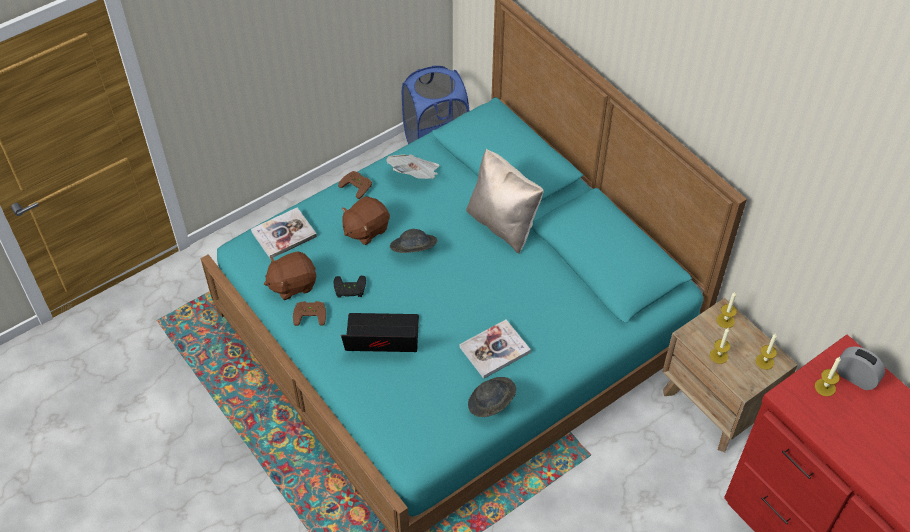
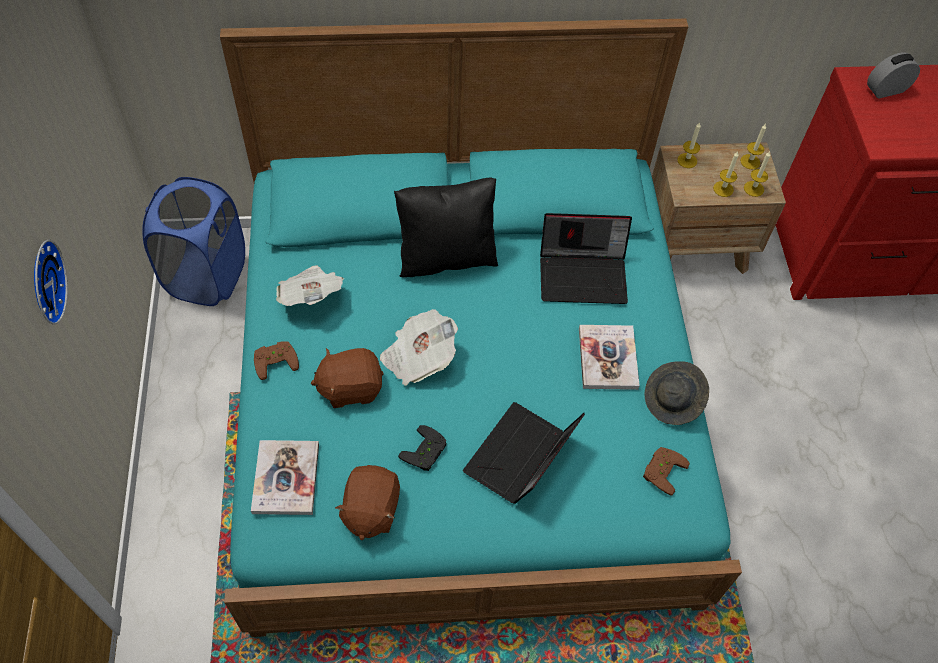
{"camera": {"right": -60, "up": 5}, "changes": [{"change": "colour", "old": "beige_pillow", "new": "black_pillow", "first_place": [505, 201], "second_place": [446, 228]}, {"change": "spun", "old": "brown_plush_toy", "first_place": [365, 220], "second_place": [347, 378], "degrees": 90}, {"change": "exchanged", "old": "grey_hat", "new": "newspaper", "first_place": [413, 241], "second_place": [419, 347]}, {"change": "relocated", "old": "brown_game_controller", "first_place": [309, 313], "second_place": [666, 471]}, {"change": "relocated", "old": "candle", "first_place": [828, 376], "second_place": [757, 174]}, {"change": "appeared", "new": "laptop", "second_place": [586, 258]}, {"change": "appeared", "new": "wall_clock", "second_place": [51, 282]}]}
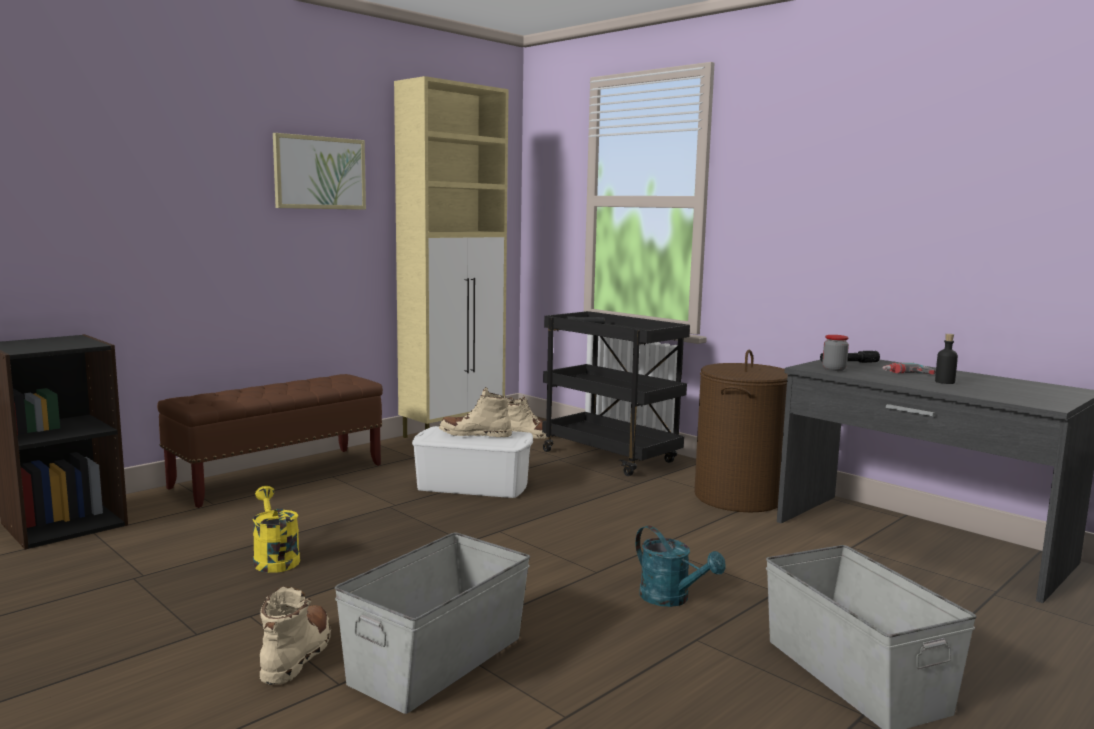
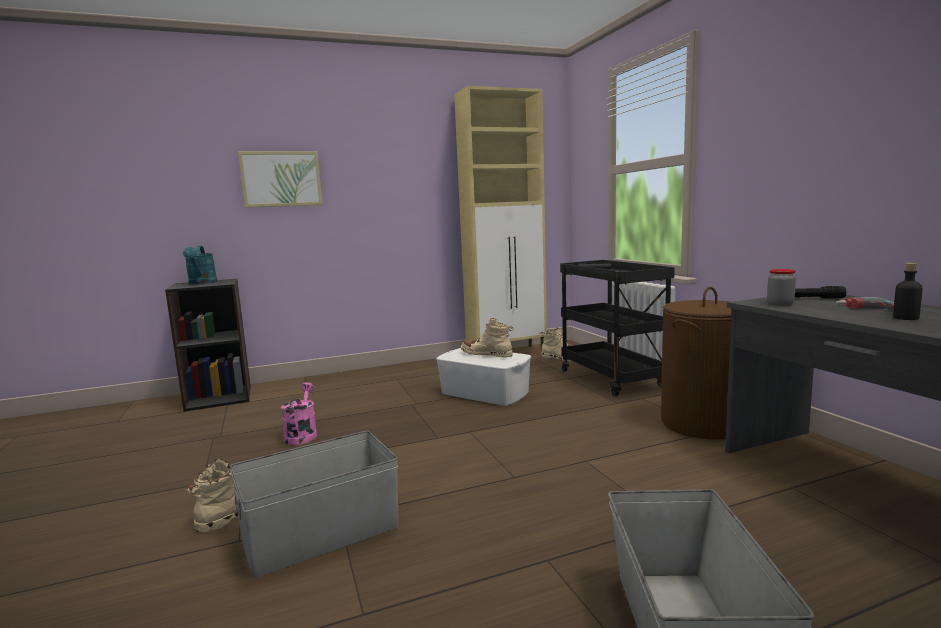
{"camera": {"right": 25, "up": 0}, "changes": [{"change": "relocated", "old": "picture", "first_place": [319, 171], "second_place": [280, 179]}, {"change": "missing", "old": "brown_bench", "first_place": [270, 441]}, {"change": "colour", "old": "yellow_watering_can", "new": "pink_watering_can", "first_place": [276, 529], "second_place": [299, 413]}, {"change": "relocated", "old": "turquoise_watering_can", "first_place": [680, 566], "second_place": [200, 265]}]}
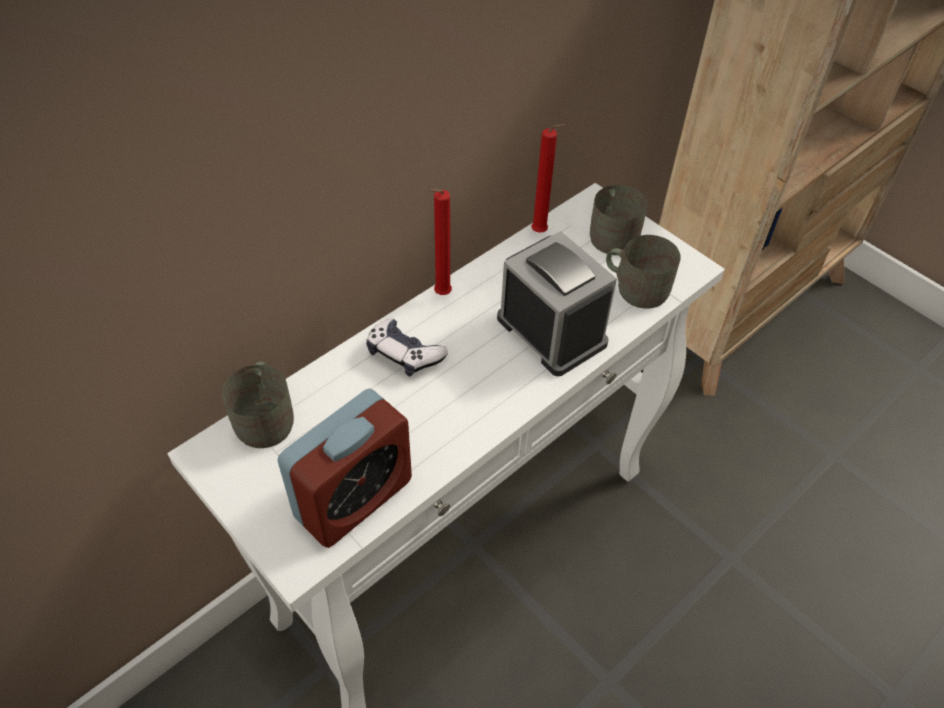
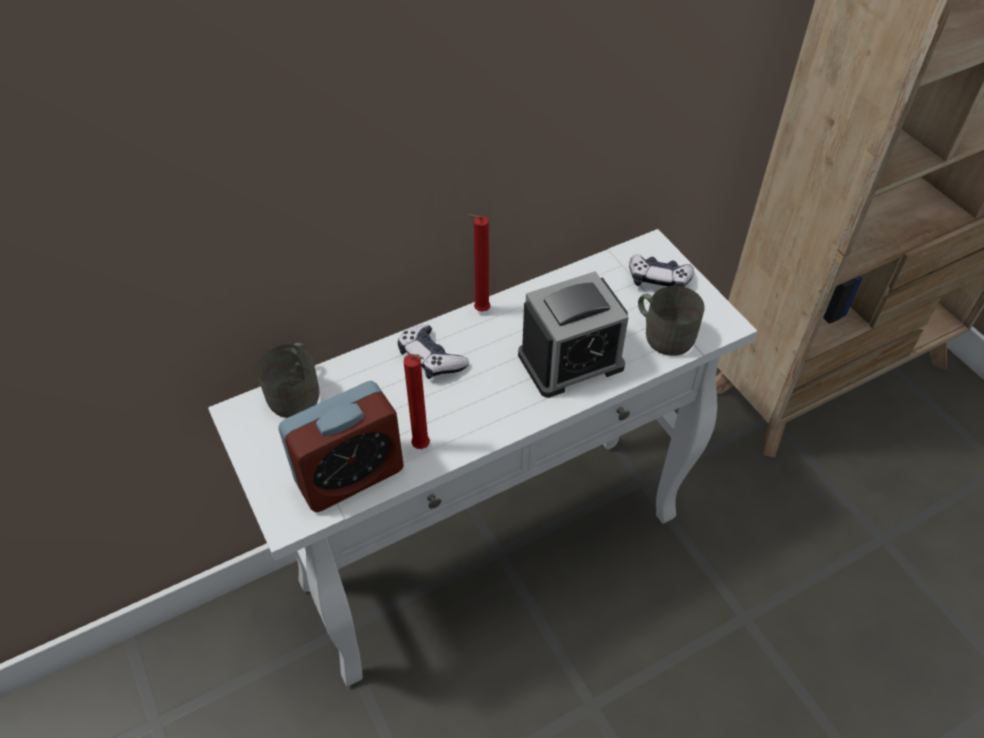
{"camera": {"right": 15, "up": 0}, "changes": [{"change": "relocated", "old": "red_candle", "first_place": [548, 178], "second_place": [417, 401]}, {"change": "exchanged", "old": "grey_mug", "new": "game_controller", "first_place": [619, 220], "second_place": [661, 270]}, {"change": "spun", "old": "alarm_clock", "first_place": [557, 303], "second_place": [573, 334], "degrees": 90}]}
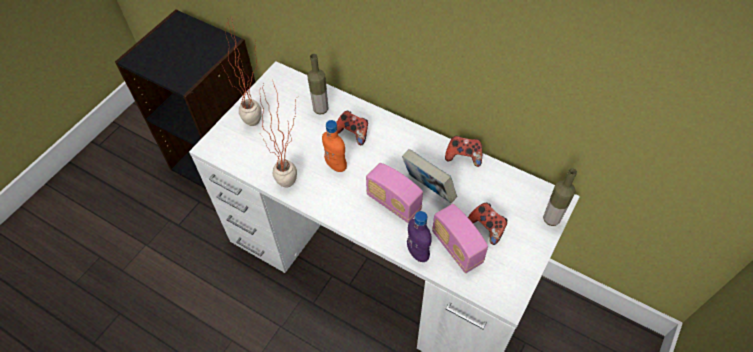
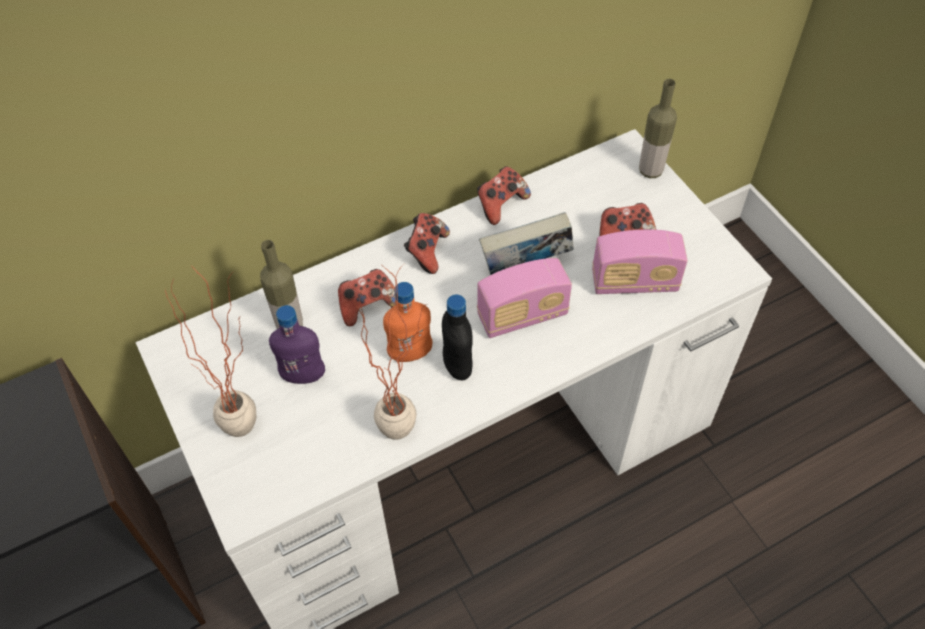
{"camera": {"right": -60, "up": 0}, "changes": [{"change": "relocated", "old": "purple_bottle", "first_place": [419, 236], "second_place": [297, 344]}, {"change": "appeared", "new": "game_controller", "second_place": [427, 243]}, {"change": "appeared", "new": "black_bottle", "second_place": [457, 337]}]}
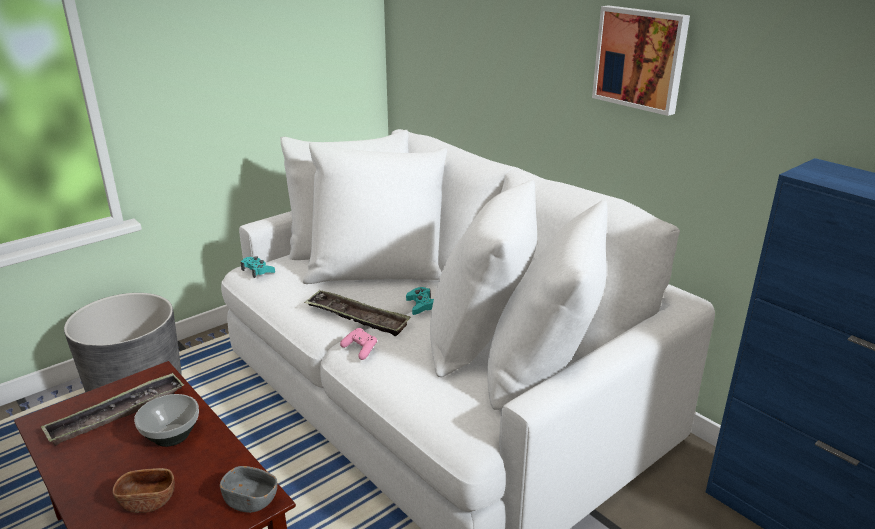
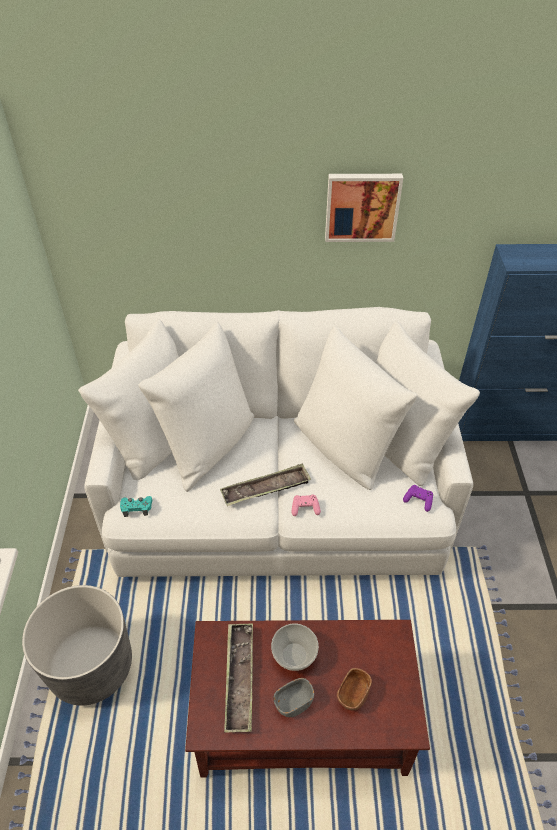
{"camera": {"right": -50, "up": 20}, "changes": [{"change": "missing", "old": "turquoise_game_controller", "first_place": [420, 301]}, {"change": "relocated", "old": "grey_bowl", "first_place": [248, 489], "second_place": [293, 697]}, {"change": "appeared", "new": "purple_game_controller", "second_place": [418, 498]}]}
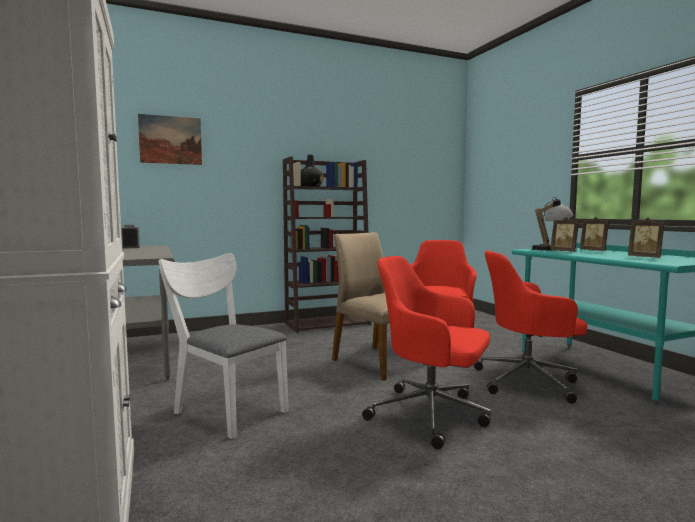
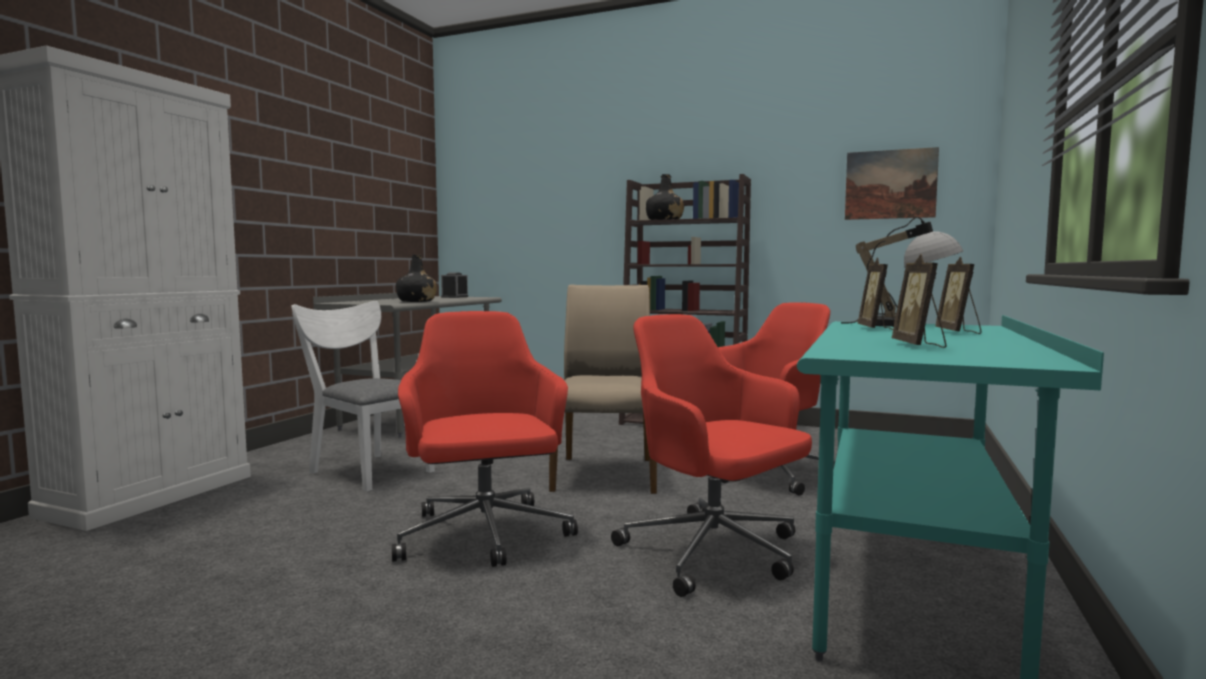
{"camera": {"right": 45, "up": 0}, "changes": [{"change": "relocated", "old": "picture", "first_place": [170, 139], "second_place": [892, 183]}, {"change": "spun", "old": "white_chair", "first_place": [224, 346], "second_place": [363, 396], "degrees": -45}, {"change": "appeared", "new": "black_bottle", "second_place": [416, 278]}]}
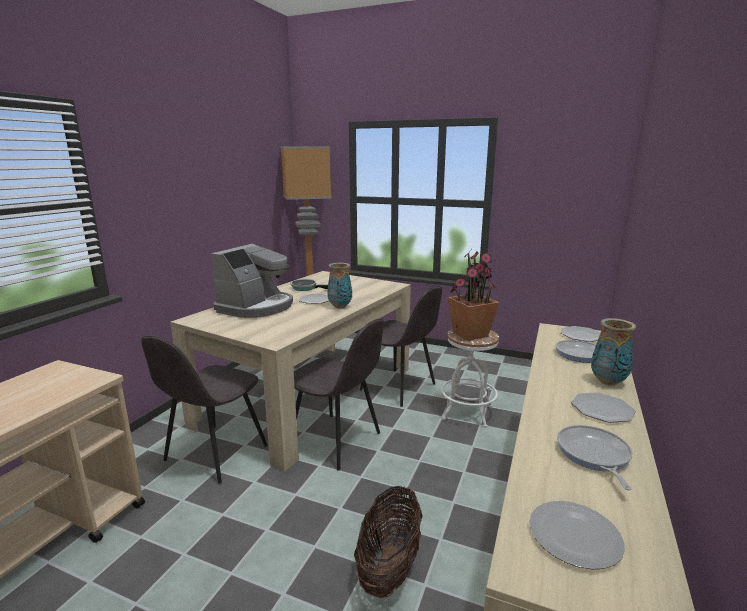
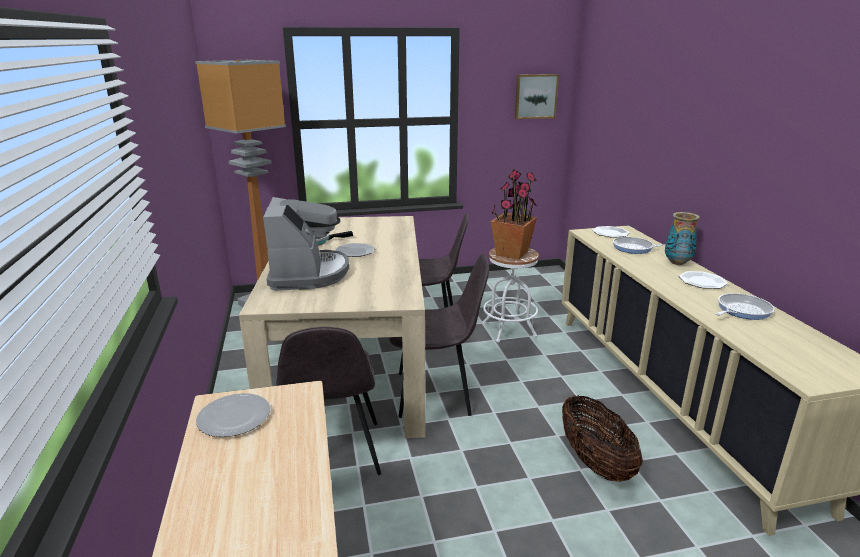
{"camera": {"right": -35, "up": 5}, "changes": [{"change": "missing", "old": "vase", "first_place": [339, 286]}, {"change": "spun", "old": "frying_pan", "first_place": [595, 457], "second_place": [745, 306], "degrees": 90}, {"change": "relocated", "old": "plate", "first_place": [577, 535], "second_place": [233, 415]}, {"change": "appeared", "new": "picture", "second_place": [537, 96]}]}
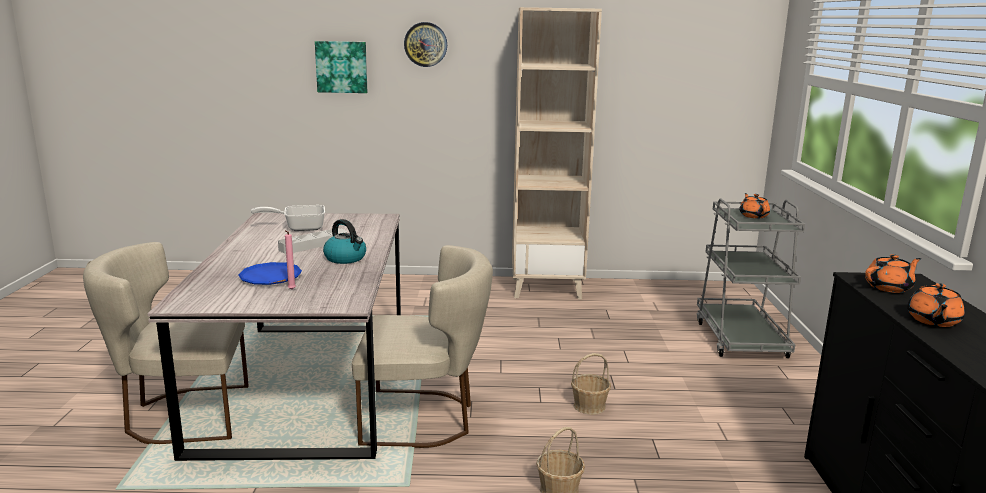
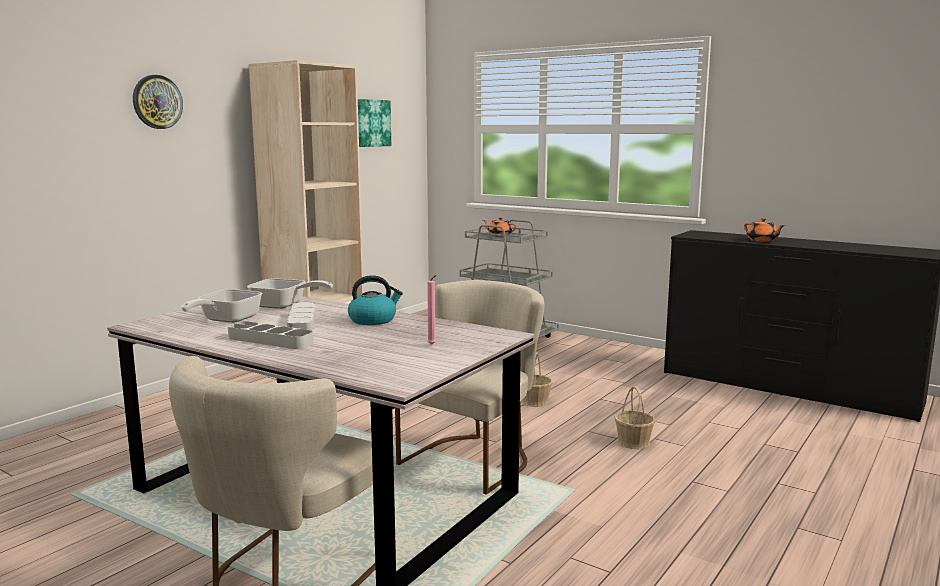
{"camera": {"right": -55, "up": -5}, "changes": [{"change": "relocated", "old": "picture", "first_place": [341, 67], "second_place": [374, 123]}, {"change": "missing", "old": "orange_teapot", "first_place": [893, 273]}, {"change": "missing", "old": "blue_plate", "first_place": [270, 273]}, {"change": "appeared", "new": "frying_pan", "second_place": [290, 293]}, {"change": "appeared", "new": "grey_tray", "second_place": [271, 335]}]}
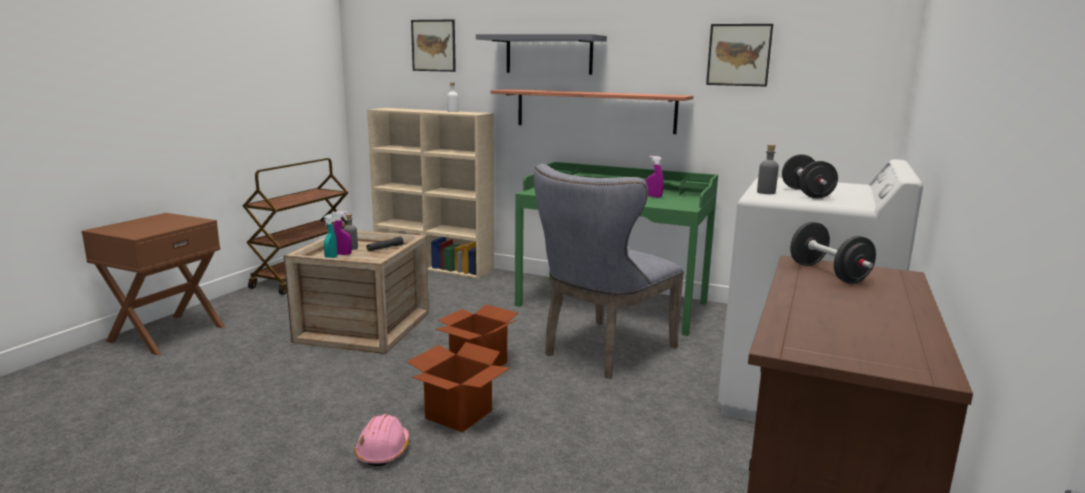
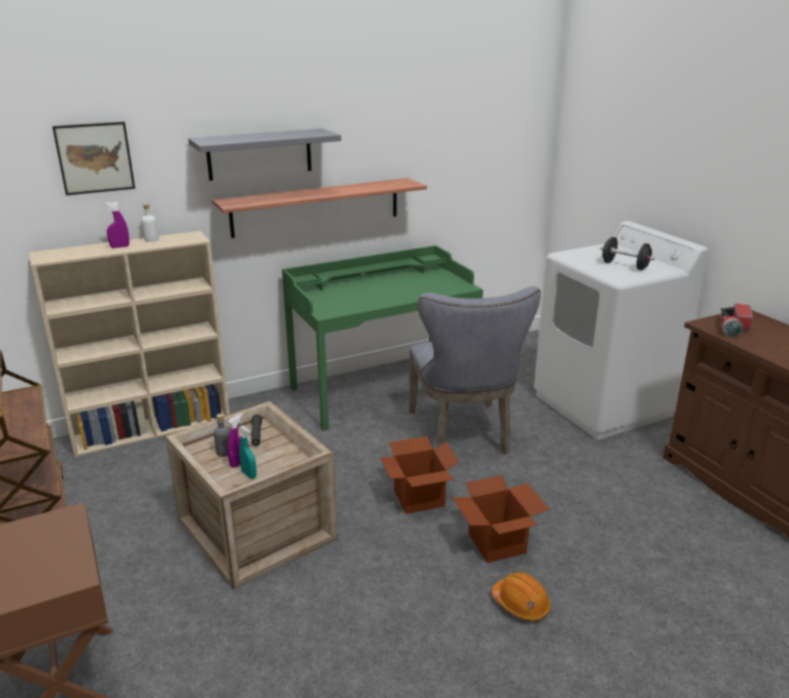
{"camera": {"right": -50, "up": 10}, "changes": [{"change": "missing", "old": "picture", "first_place": [739, 55]}, {"change": "missing", "old": "grey_bottle", "first_place": [768, 169]}, {"change": "relocated", "old": "purple_spray_bottle", "first_place": [655, 177], "second_place": [116, 225]}, {"change": "exchanged", "old": "black_dumbbell", "new": "flashlight", "first_place": [833, 253], "second_place": [736, 320]}, {"change": "colour", "old": "pink_hard_hat", "new": "orange_hard_hat", "first_place": [382, 440], "second_place": [521, 596]}]}
